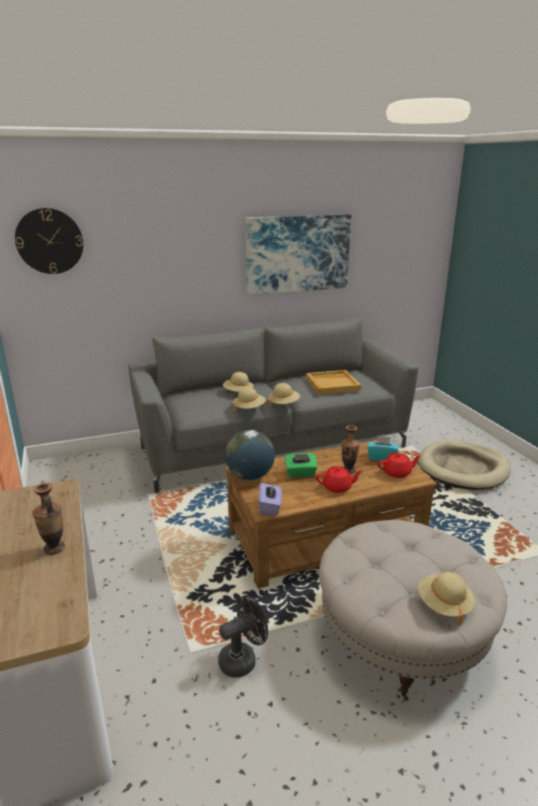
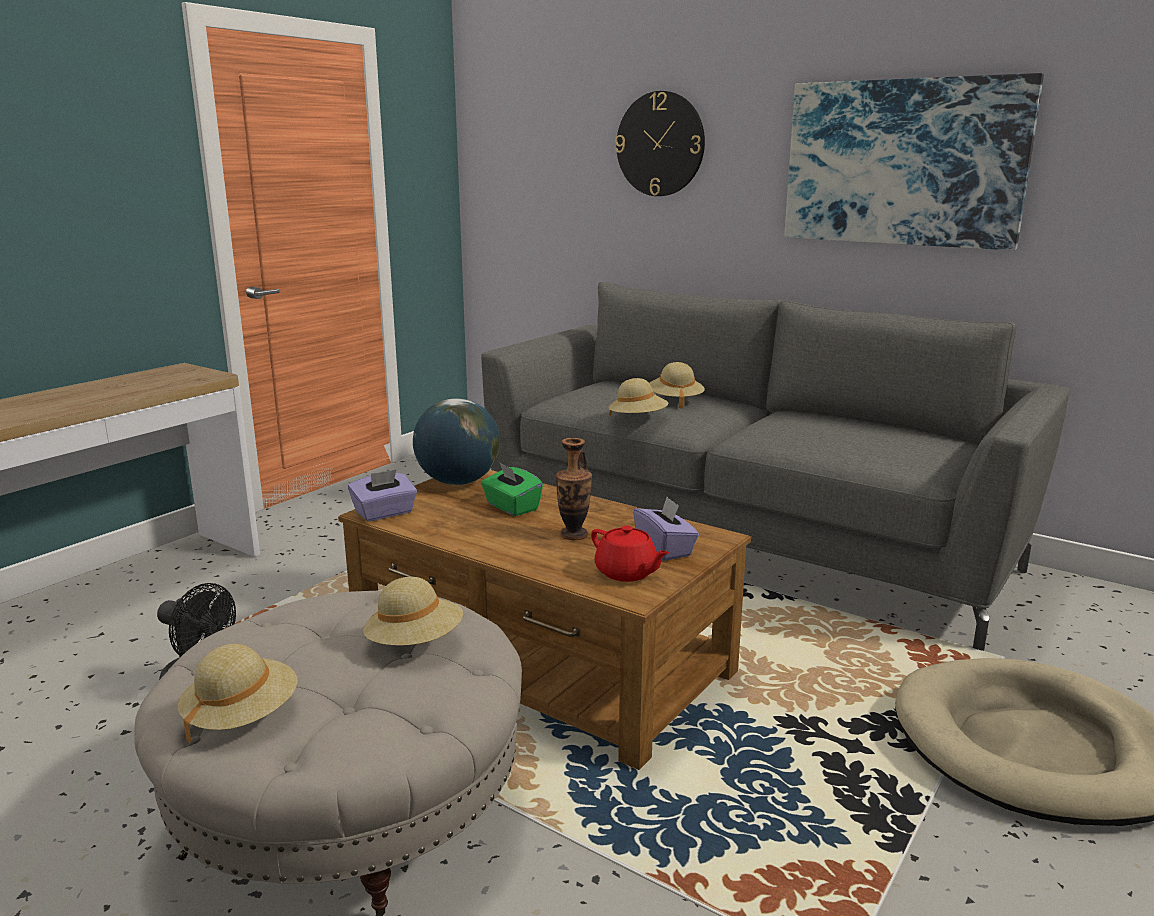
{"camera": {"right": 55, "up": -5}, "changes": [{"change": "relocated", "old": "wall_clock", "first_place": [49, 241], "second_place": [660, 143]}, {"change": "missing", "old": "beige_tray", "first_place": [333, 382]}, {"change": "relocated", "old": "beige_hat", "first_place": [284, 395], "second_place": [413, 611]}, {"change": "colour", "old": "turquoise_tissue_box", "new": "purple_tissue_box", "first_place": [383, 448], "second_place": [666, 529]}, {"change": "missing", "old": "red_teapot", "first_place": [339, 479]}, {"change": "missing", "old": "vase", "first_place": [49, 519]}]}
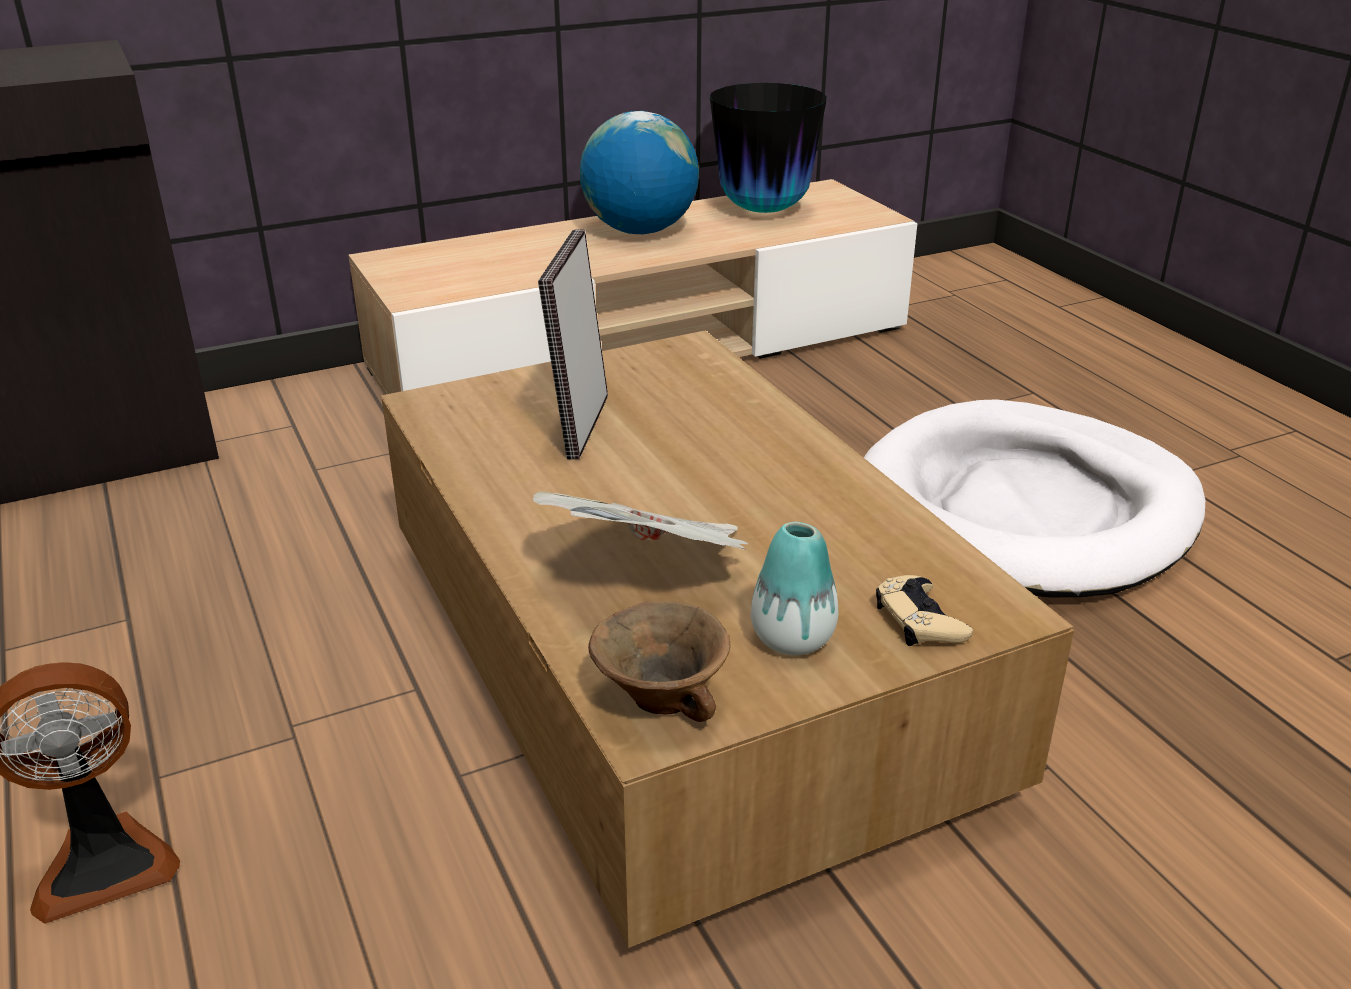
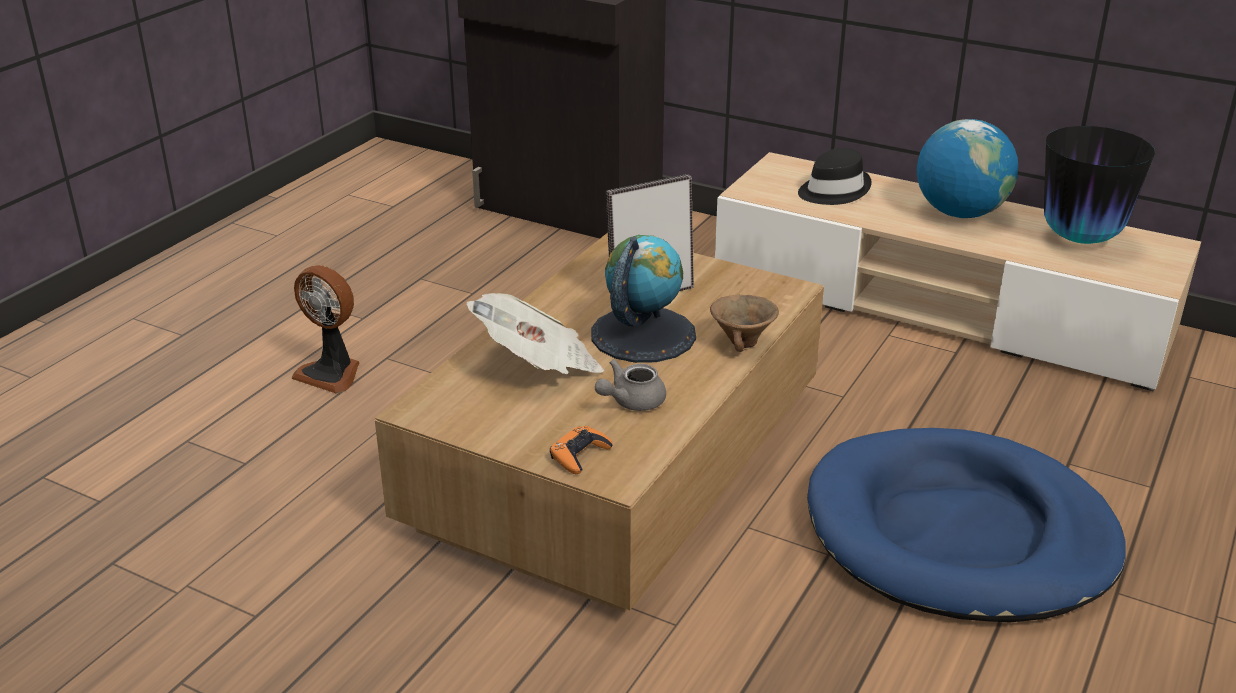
{"camera": {"right": 55, "up": 0}, "changes": [{"change": "colour", "old": "white_dog_bed", "new": "blue_dog_bed", "first_place": [1034, 498], "second_place": [966, 525]}, {"change": "missing", "old": "vase", "first_place": [794, 588]}, {"change": "colour", "old": "beige_game_controller", "new": "orange_game_controller", "first_place": [924, 610], "second_place": [581, 450]}, {"change": "relocated", "old": "brown_bowl", "first_place": [659, 661], "second_place": [744, 323]}, {"change": "appeared", "new": "black_hat", "second_place": [835, 176]}, {"change": "appeared", "new": "globe", "second_place": [643, 299]}, {"change": "appeared", "new": "grey_teapot", "second_place": [630, 385]}]}
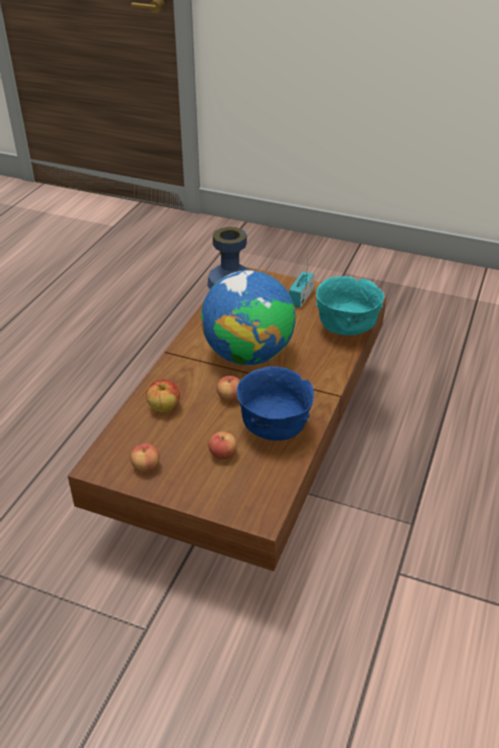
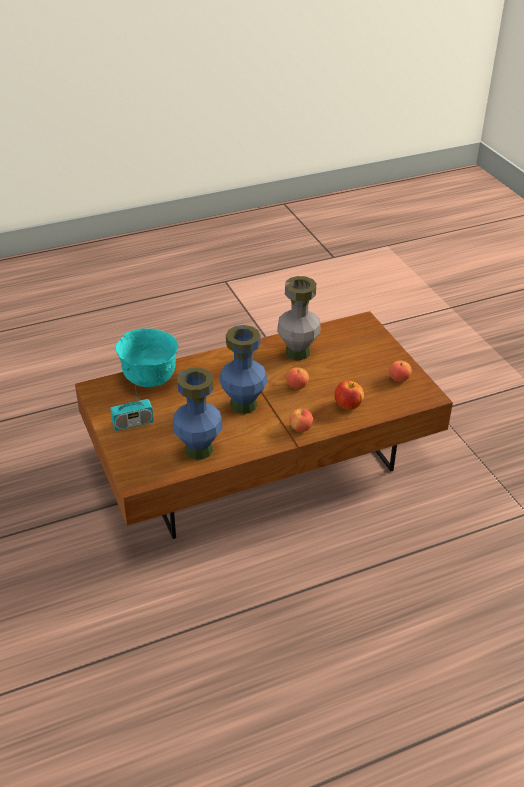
{"camera": {"right": -135, "up": 0}, "changes": [{"change": "exchanged", "old": "globe", "new": "blue_vase", "first_place": [248, 317], "second_place": [243, 369]}, {"change": "exchanged", "old": "blue_bowl", "new": "grey_vase", "first_place": [275, 403], "second_place": [299, 318]}, {"change": "relocated", "old": "apple", "first_place": [222, 445], "second_place": [301, 420]}]}
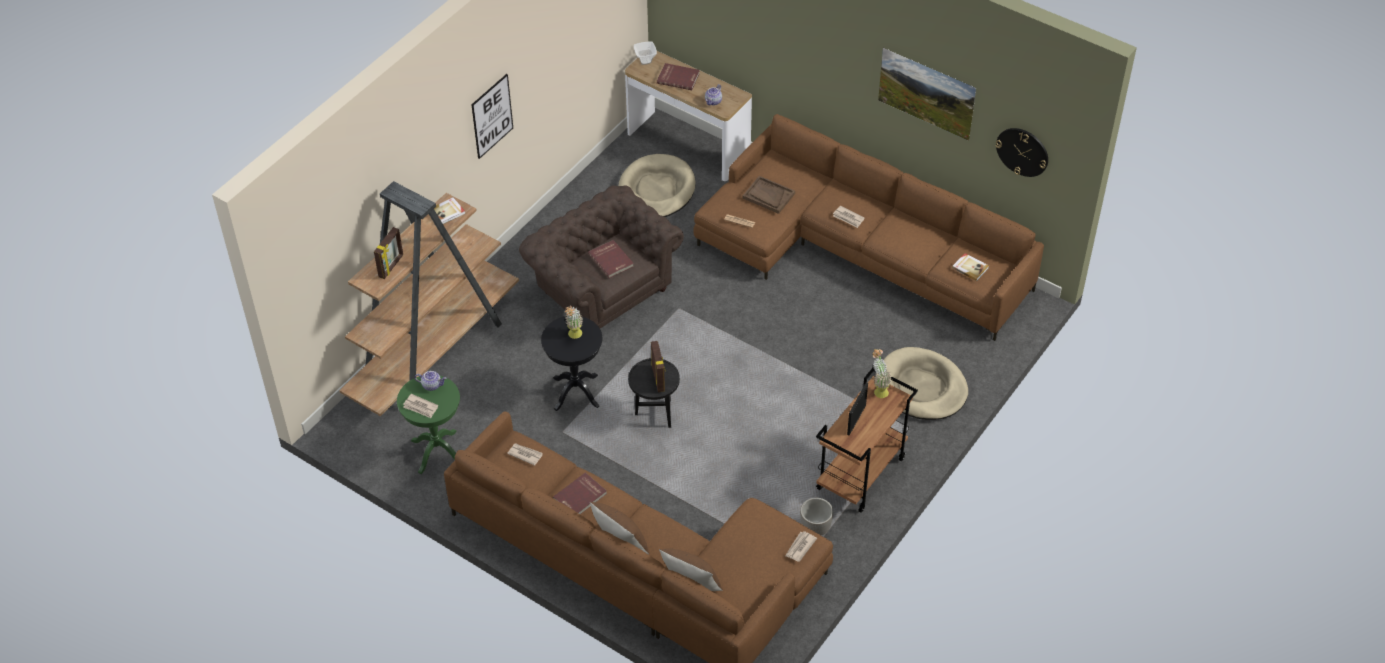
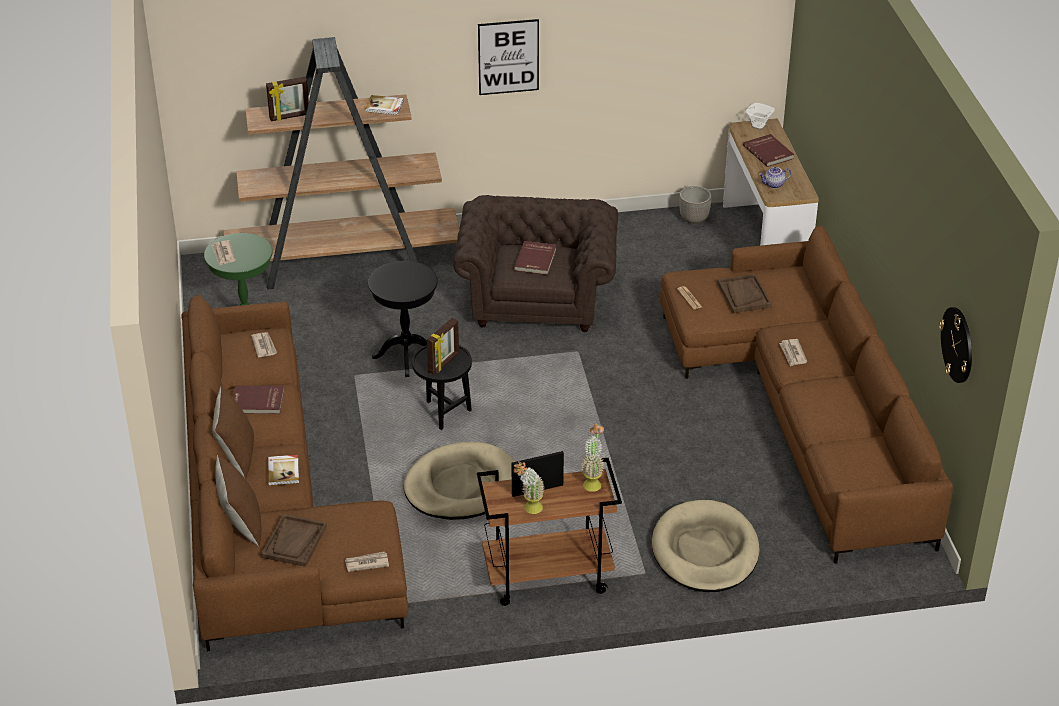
{"camera": {"right": 45, "up": -10}, "changes": [{"change": "missing", "old": "picture", "first_place": [927, 94]}, {"change": "relocated", "old": "beige_dog_bed", "first_place": [657, 185], "second_place": [459, 481]}, {"change": "relocated", "old": "book", "first_place": [970, 267], "second_place": [283, 470]}, {"change": "relocated", "old": "potted_plant", "first_place": [574, 322], "second_place": [529, 487]}, {"change": "missing", "old": "teapot", "first_place": [431, 381]}, {"change": "relocated", "old": "planter", "first_place": [816, 516], "second_place": [695, 205]}, {"change": "appeared", "new": "brown_tray", "second_place": [294, 540]}]}
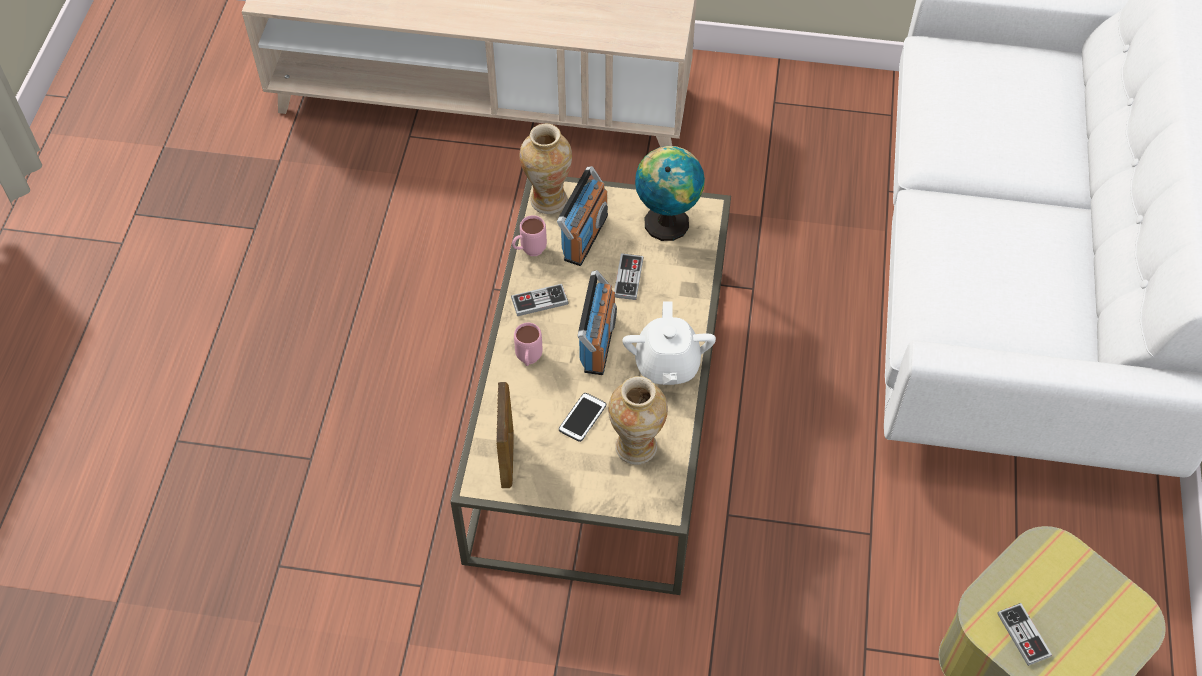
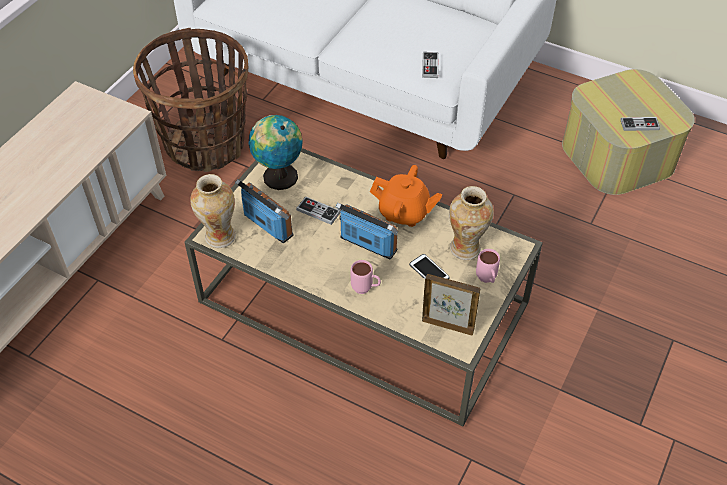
{"camera": {"right": -70, "up": -5}, "changes": [{"change": "relocated", "old": "pink_mug", "first_place": [529, 235], "second_place": [488, 266]}, {"change": "relocated", "old": "game_controller", "first_place": [540, 300], "second_place": [430, 65]}, {"change": "colour", "old": "white_teapot", "new": "orange_teapot", "first_place": [669, 343], "second_place": [406, 196]}, {"change": "appeared", "new": "basket", "second_place": [190, 100]}]}
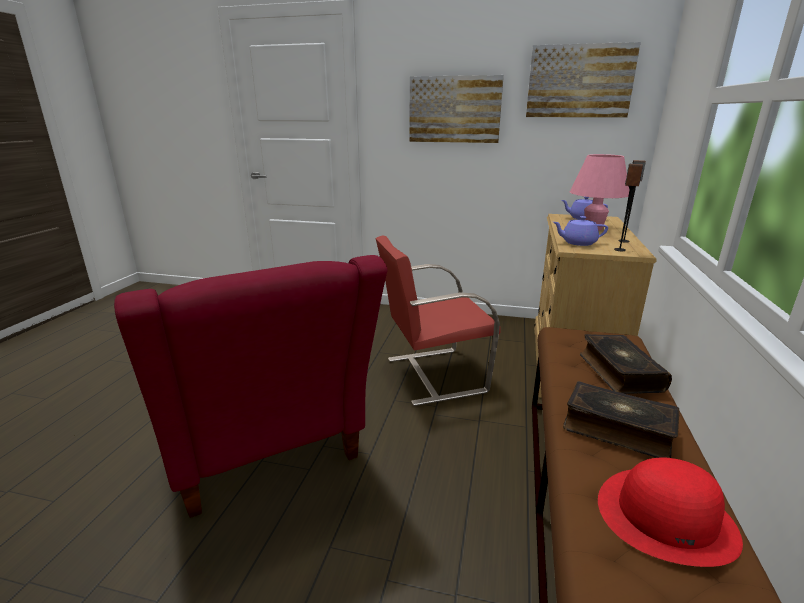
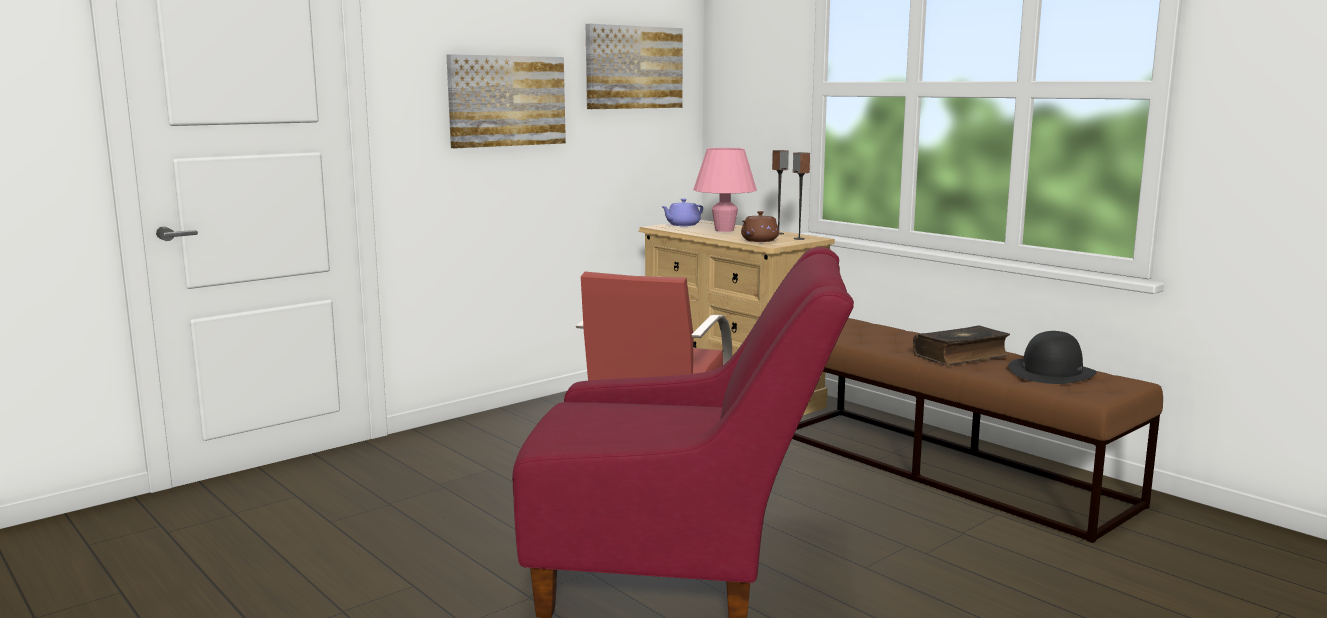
{"camera": {"right": -55, "up": -10}, "changes": [{"change": "colour", "old": "purple_teapot", "new": "brown_teapot", "first_place": [580, 231], "second_place": [760, 226]}, {"change": "missing", "old": "book", "first_place": [626, 364]}, {"change": "colour", "old": "red_hat", "new": "black_hat", "first_place": [670, 512], "second_place": [1053, 357]}]}
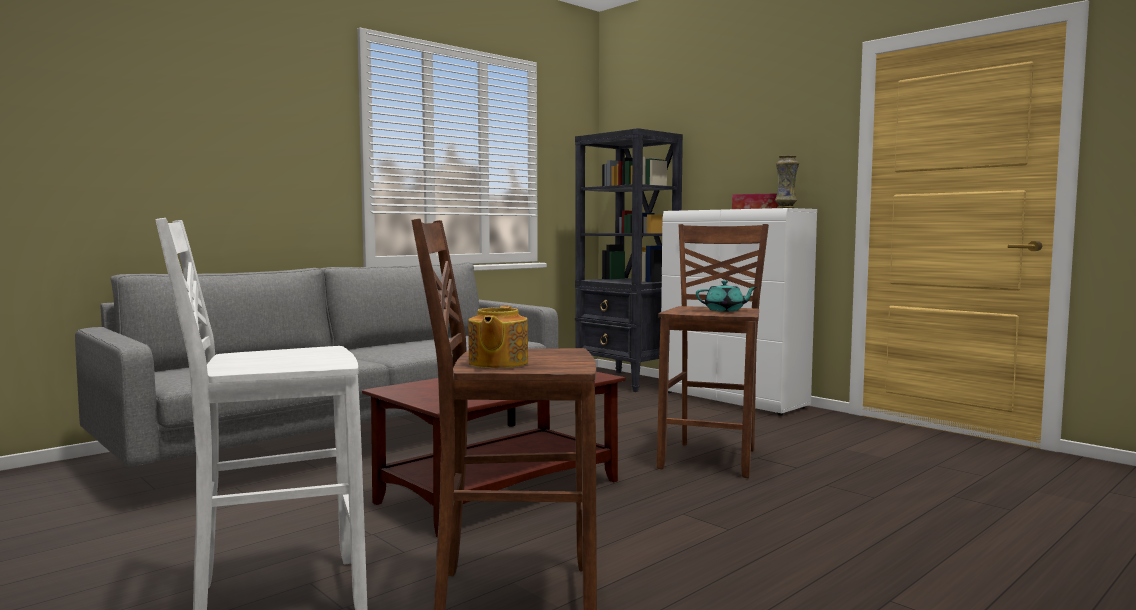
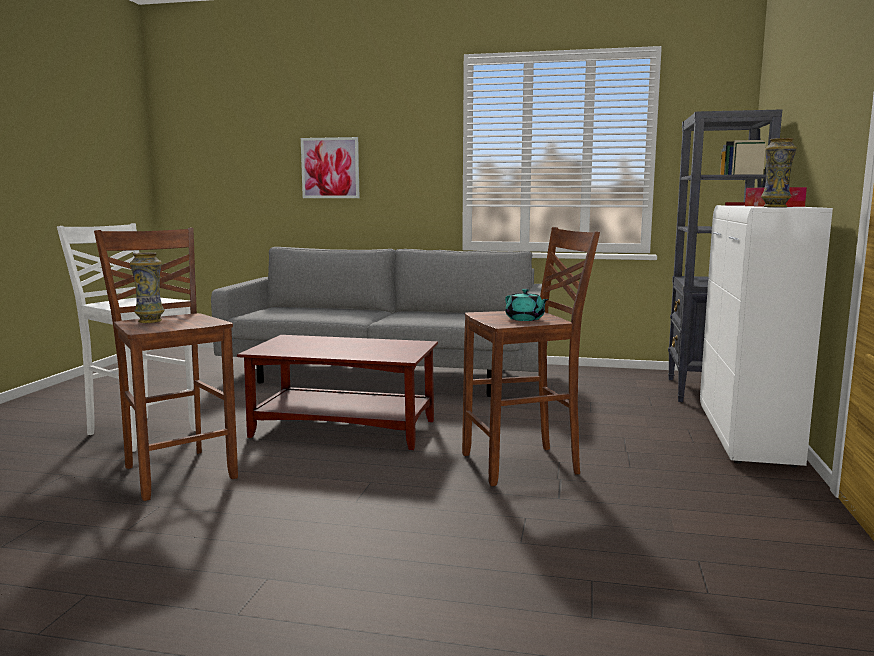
{"camera": {"right": 55, "up": 5}, "changes": [{"change": "exchanged", "old": "teapot", "new": "vase", "first_place": [498, 337], "second_place": [147, 287]}, {"change": "appeared", "new": "picture", "second_place": [330, 167]}]}
